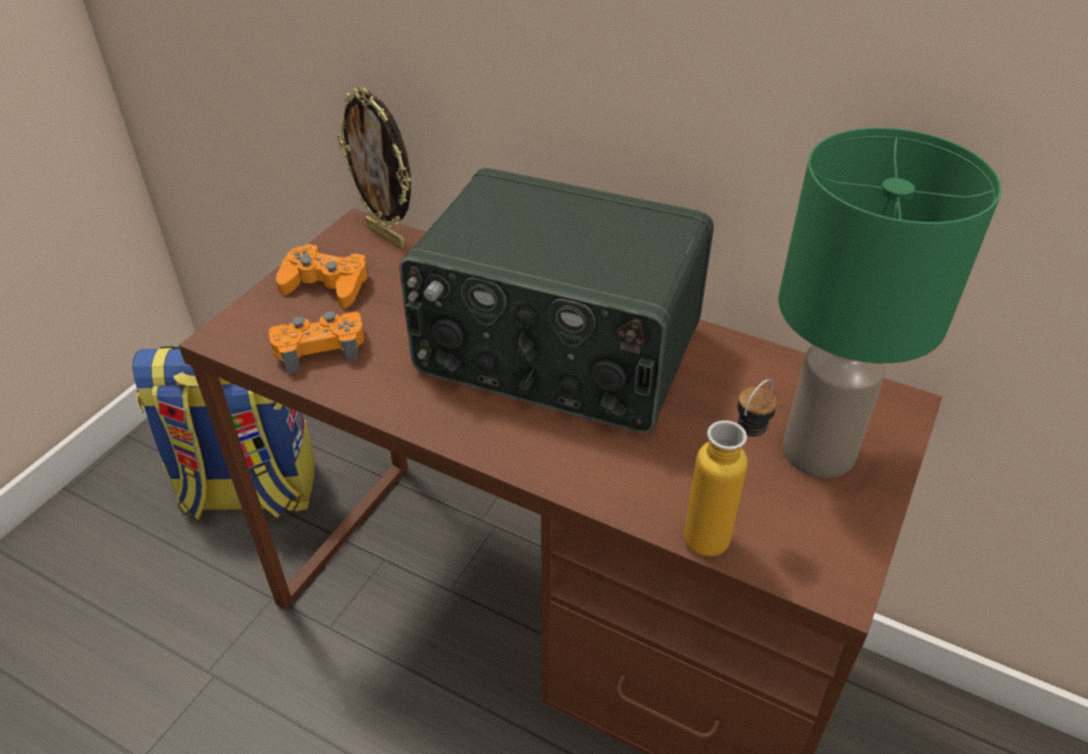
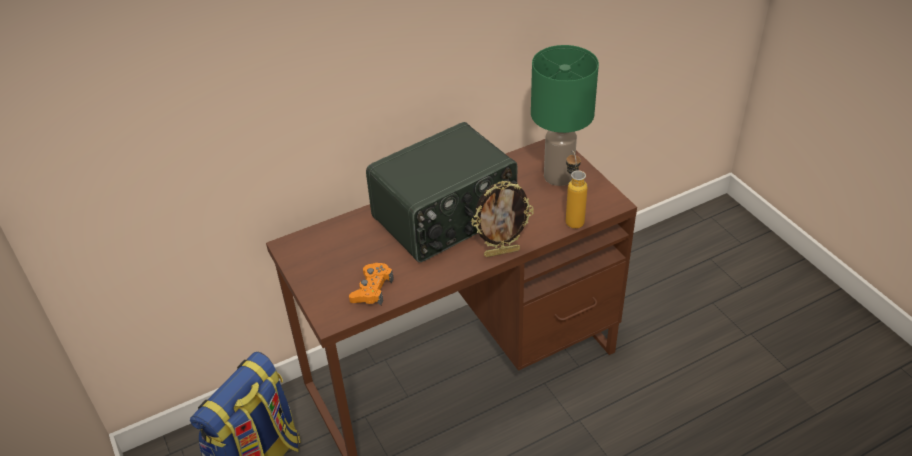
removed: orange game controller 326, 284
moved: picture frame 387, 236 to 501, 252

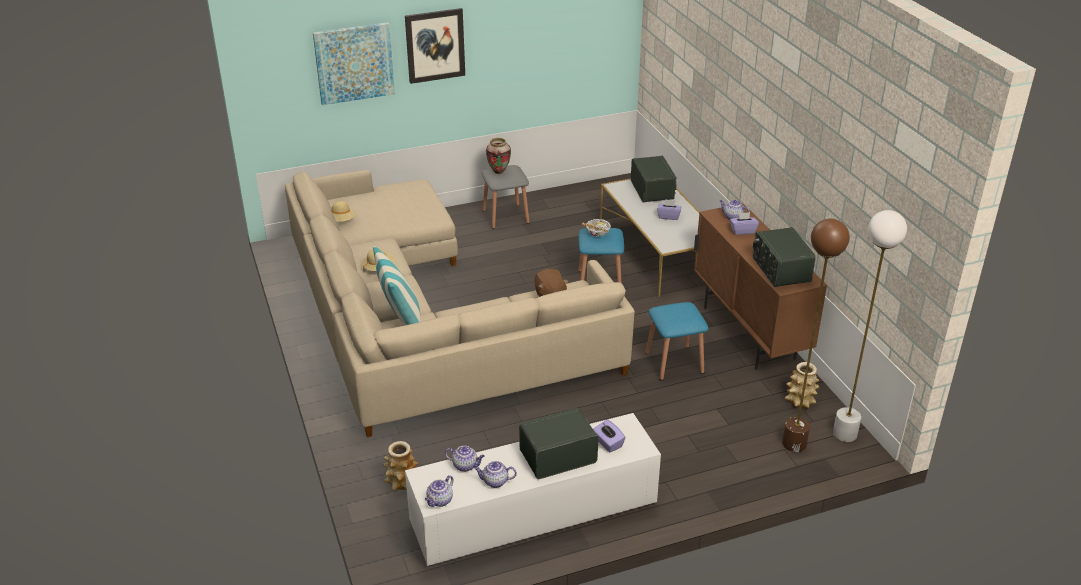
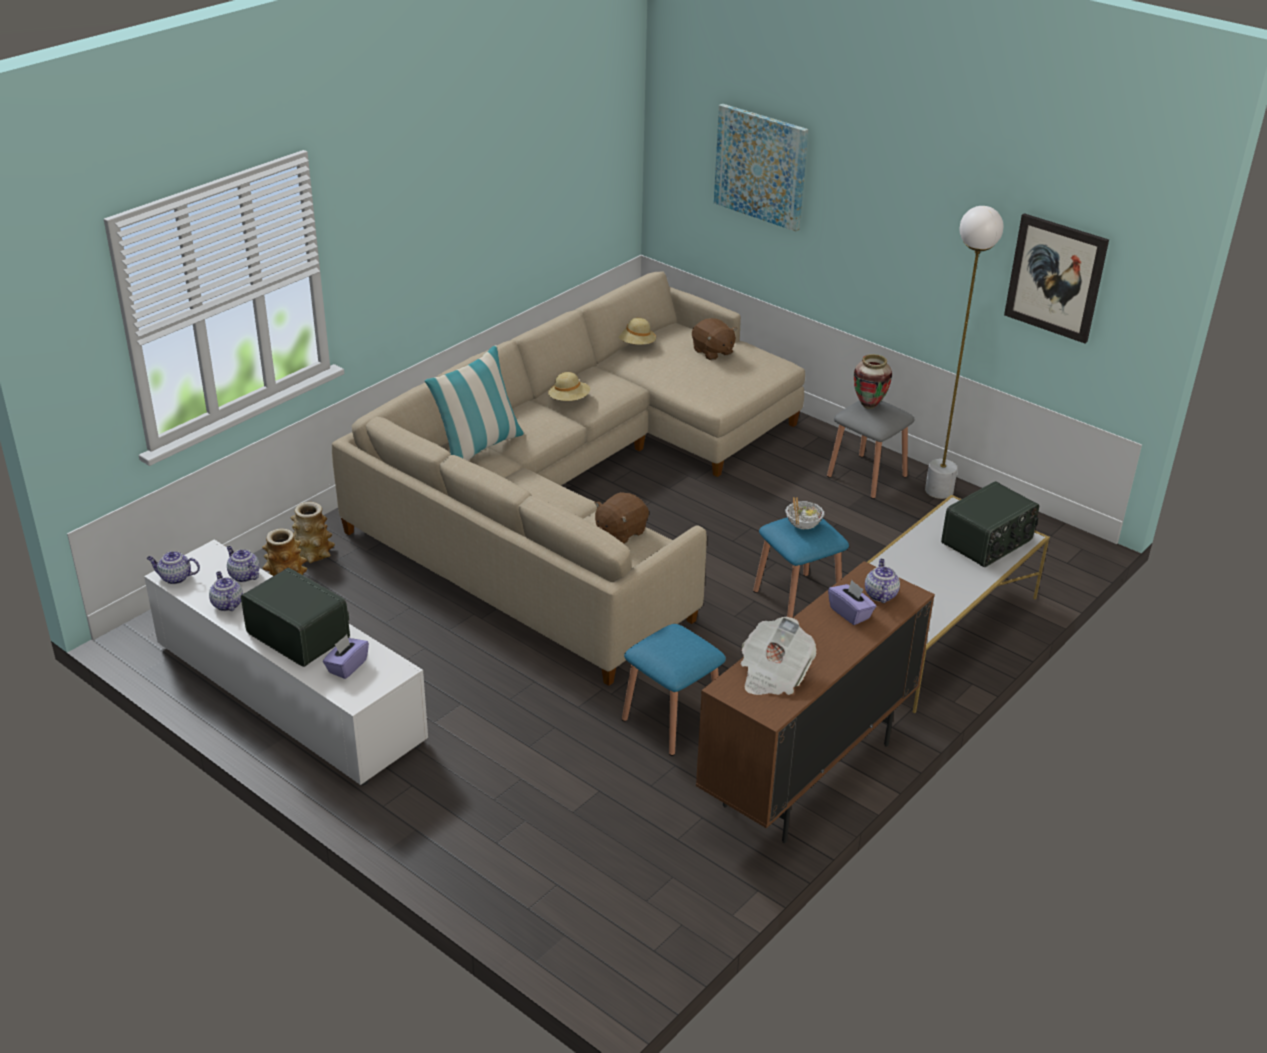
removed: purple tissue box 668, 216; brown floor lamp 794, 443
added: brown plush toy 712, 352
moved: picture 435, 45 to 1056, 277; vase 800, 401 to 312, 554; white floor lamp 845, 434 to 939, 491
replaced: radio 780, 270 to newspaper 773, 674
turned: teapot 465, 465 = 243, 575 150 degrees clockwise

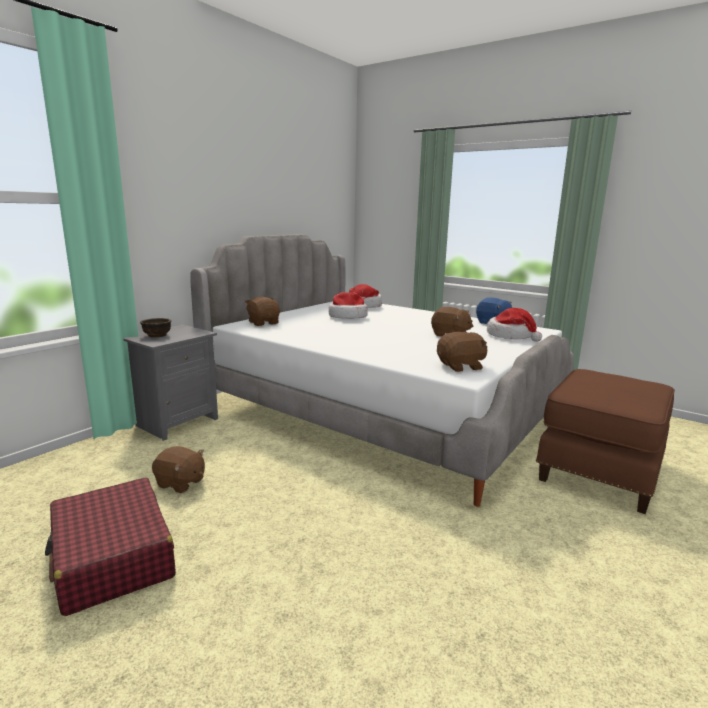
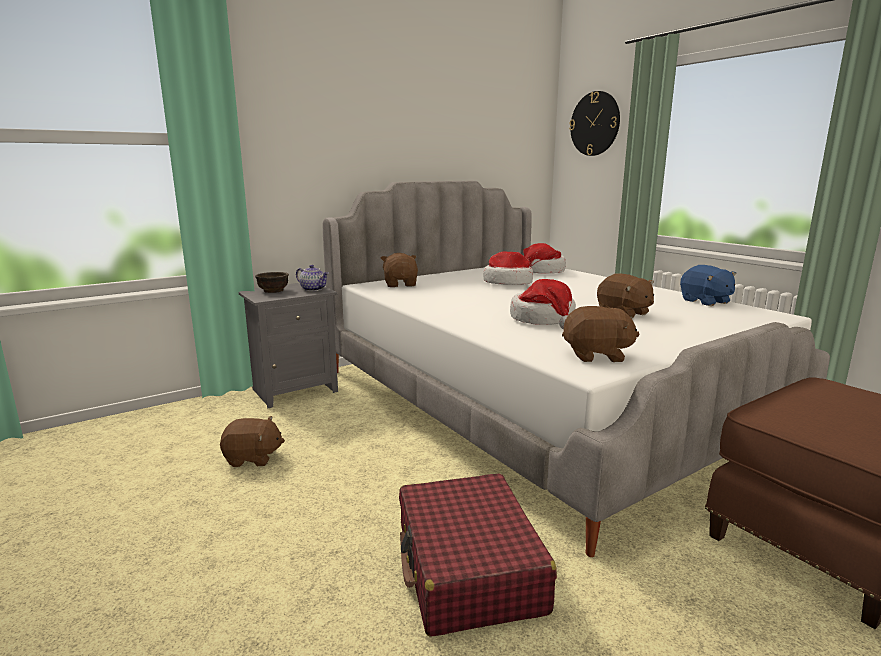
added: teapot 313, 289; wall clock 595, 124
moved: red suitcase 113, 557 to 468, 569; hat 511, 336 to 544, 320
turned: brown plush toy 180, 483 = 253, 458 45 degrees counterclockwise

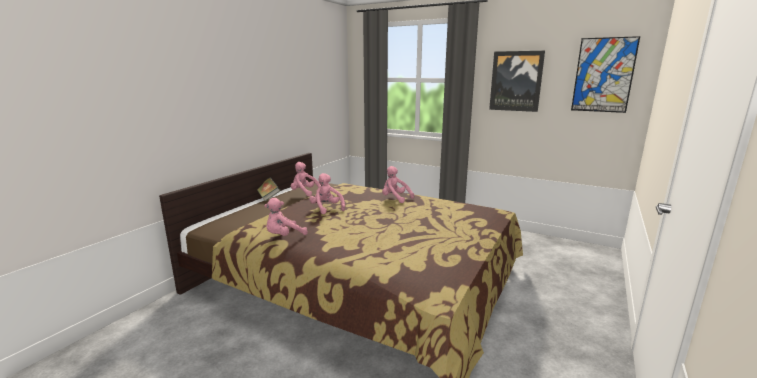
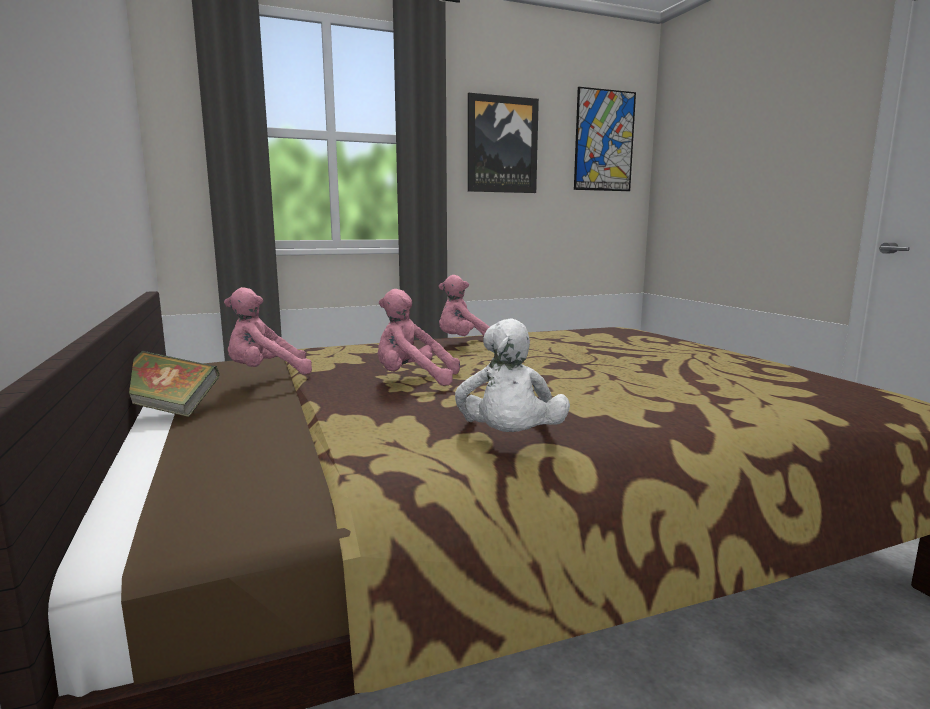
recoloured: pink plush toy 284, 236 to white plush toy 509, 439

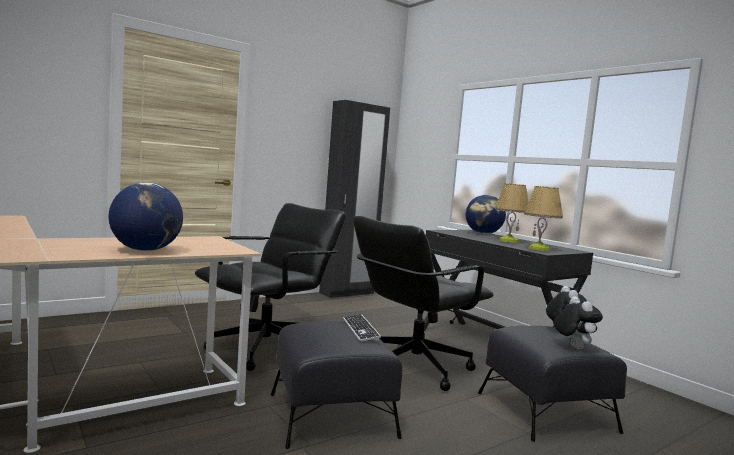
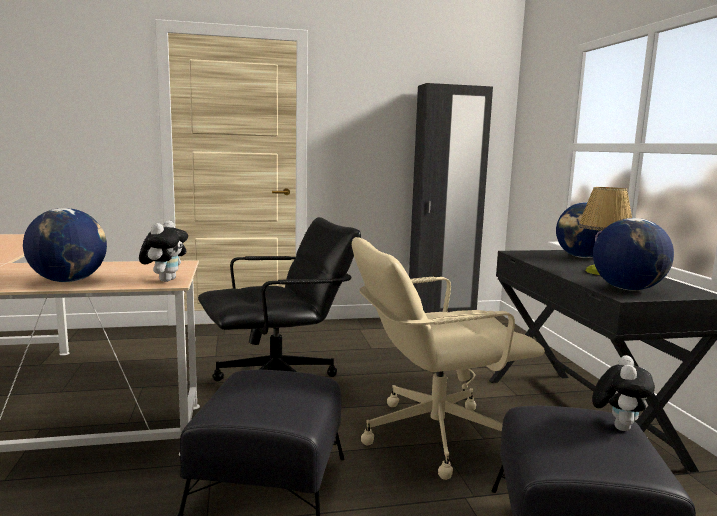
removed: keyboard 360, 329
moved: plush toy 573, 347 to 165, 280
replaced: table lamp 539, 249 to globe 627, 289
recoloured: black office chair 413, 367 to beige office chair 433, 435

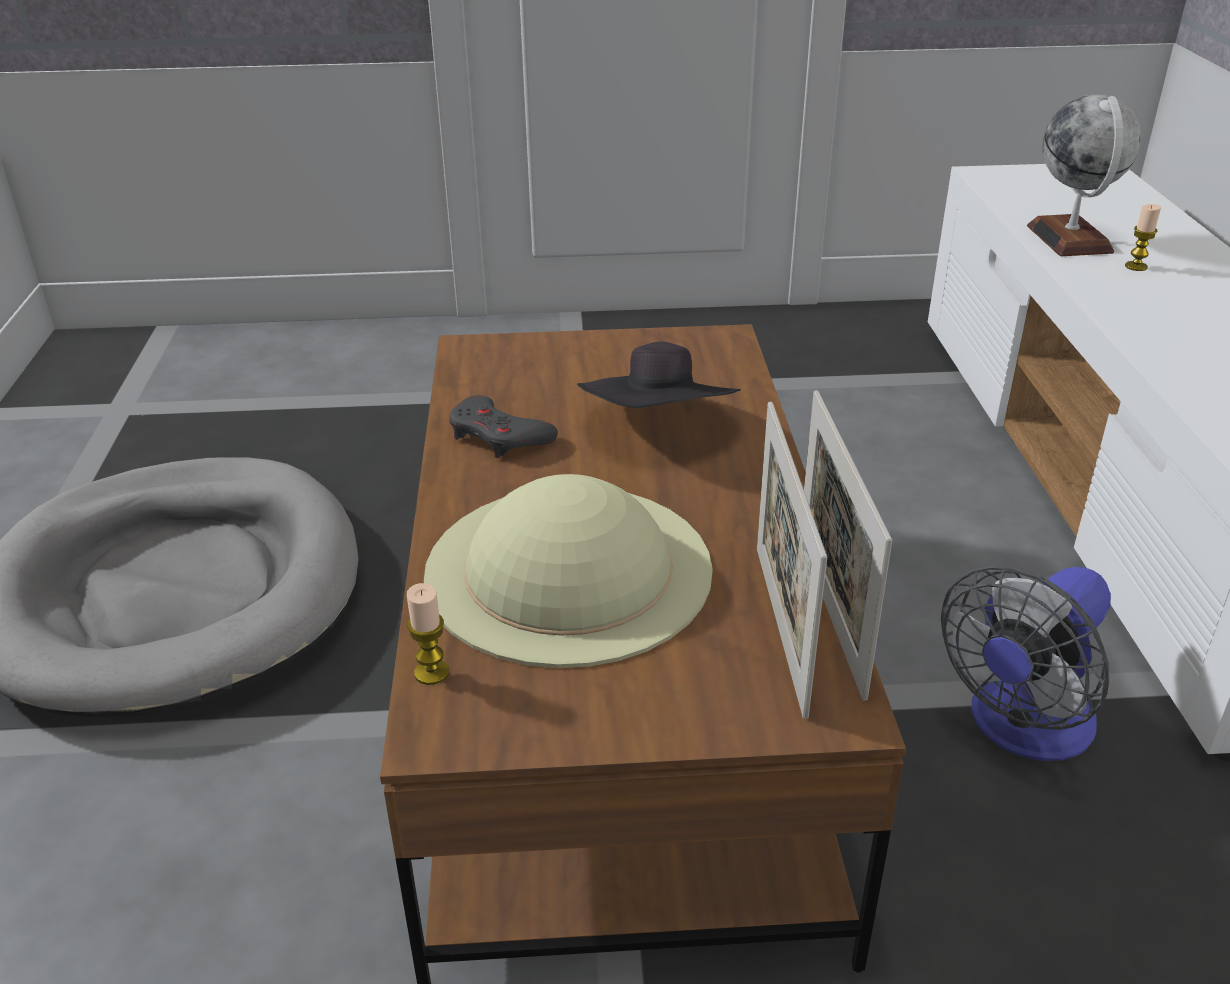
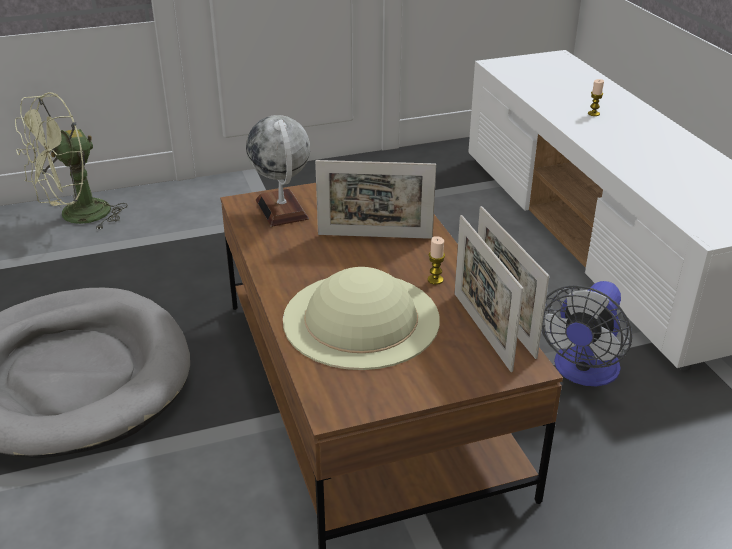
removed: grey game controller 499, 436
added: green fan 76, 217
moved: candle 431, 673 to 435, 280; globe 1069, 239 to 282, 209
replaced: black hat 659, 428 to picture frame 375, 236

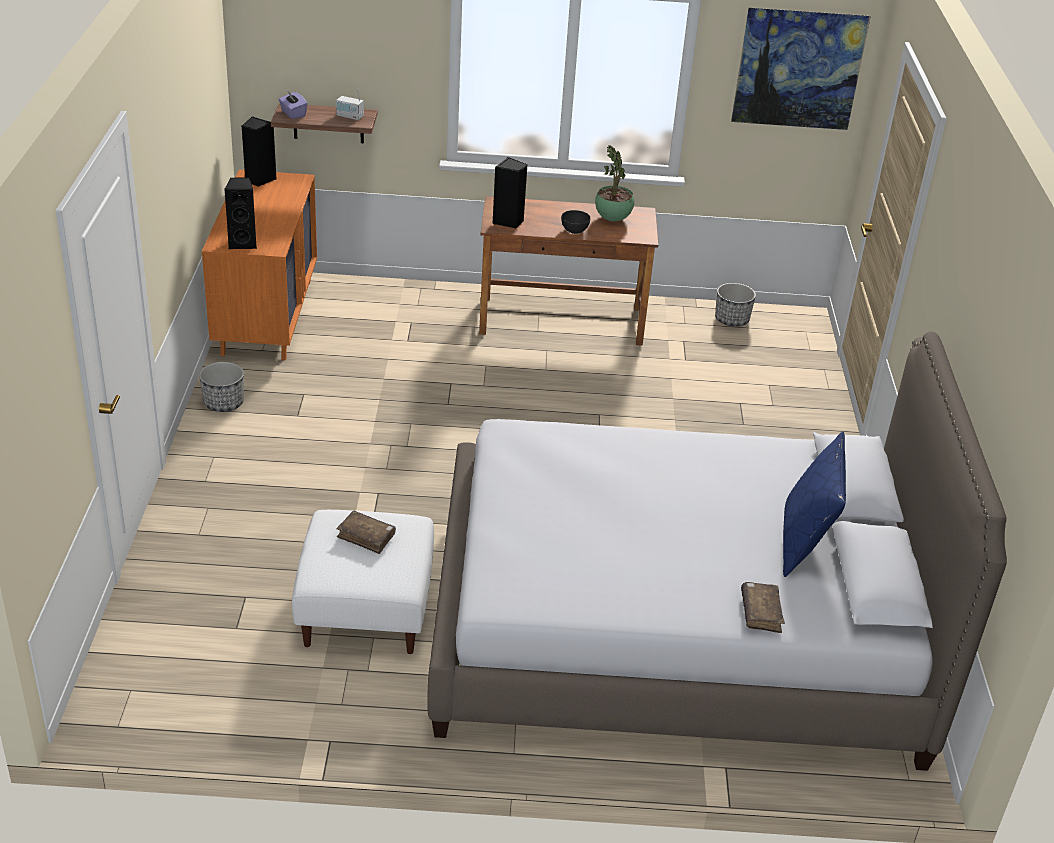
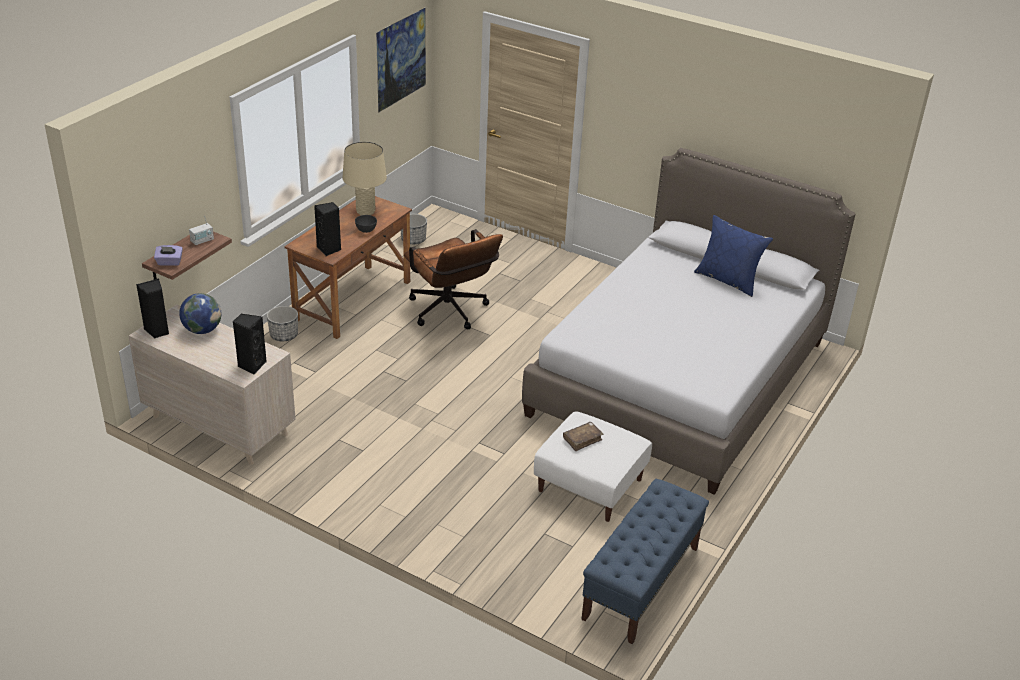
removed: brown book 760, 613
added: globe 202, 330; brown office chair 451, 313; blue bench 641, 583
moved: planter 223, 403 to 283, 335
replaced: potted plant 613, 219 to beige table lamp 365, 212
recoloured: orange dresser 267, 316 to beige dresser 219, 425

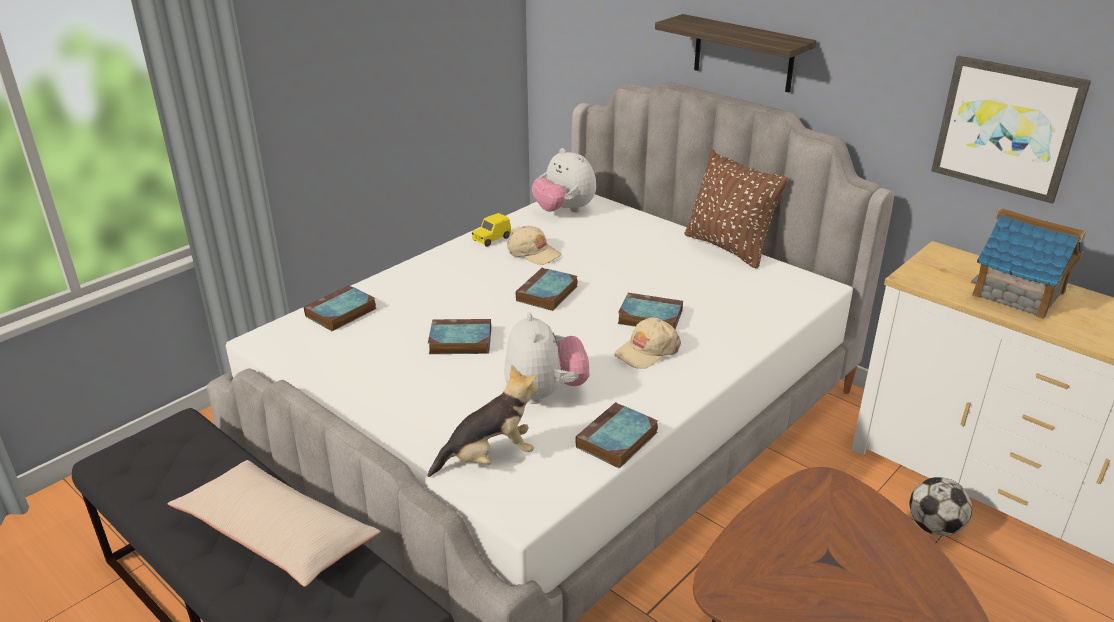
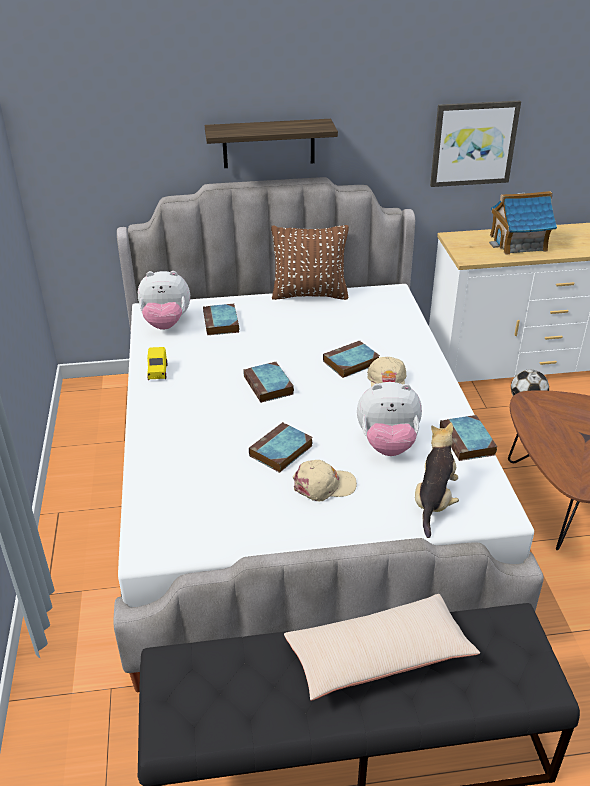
moved: book 340, 313 to 221, 323; beige cap 533, 252 to 324, 485
turned: plush toy 545, 393 = 387, 444 150 degrees clockwise

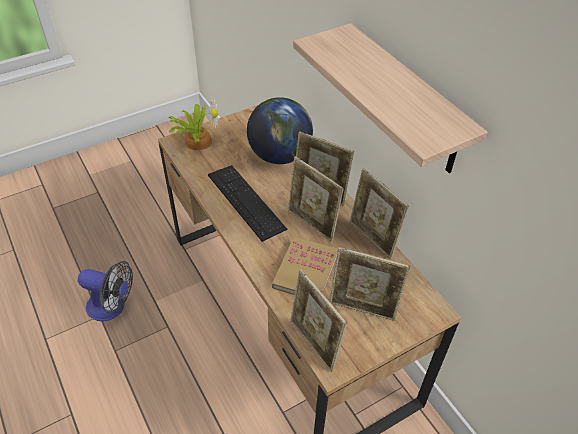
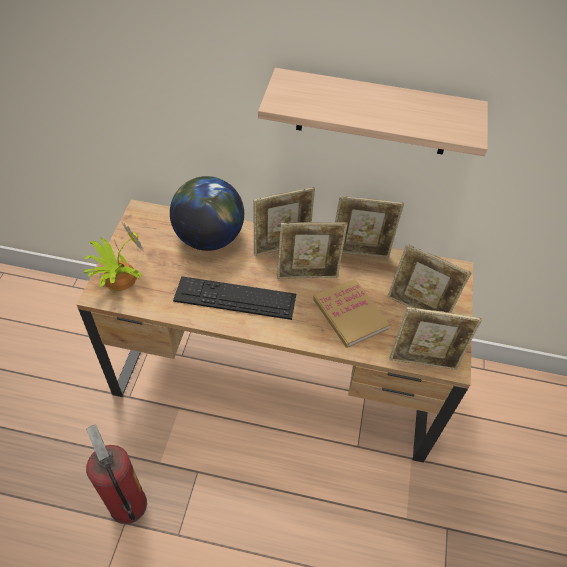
replaced: fan 112, 307 to fire extinguisher 127, 504
turned: picture frame 363, 308 = 418, 308 60 degrees clockwise

